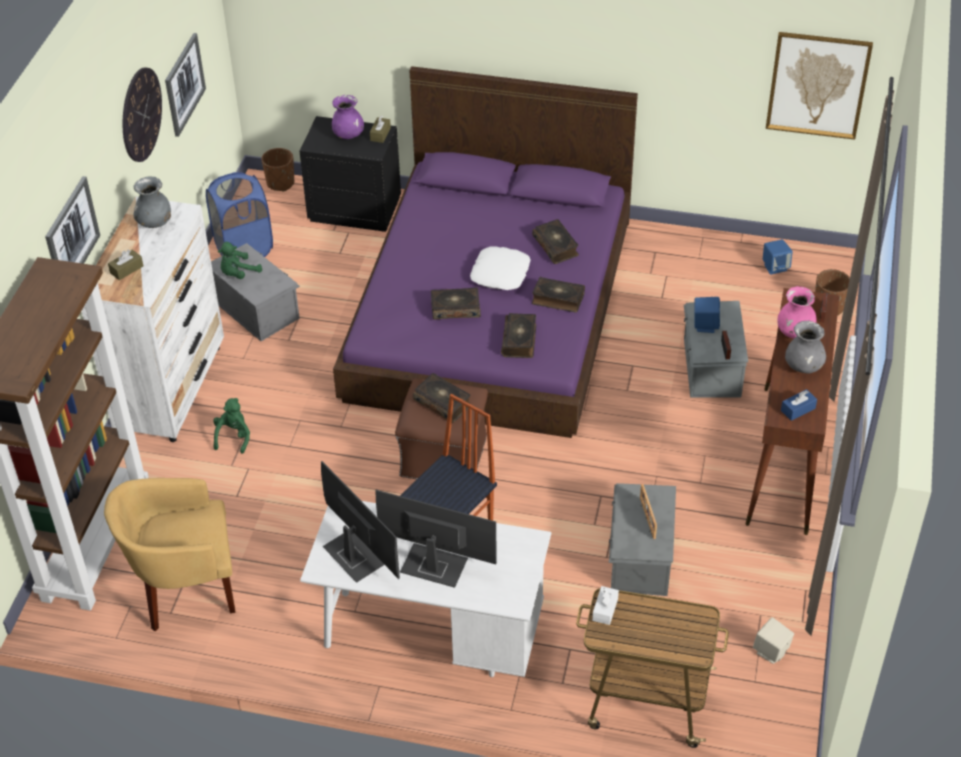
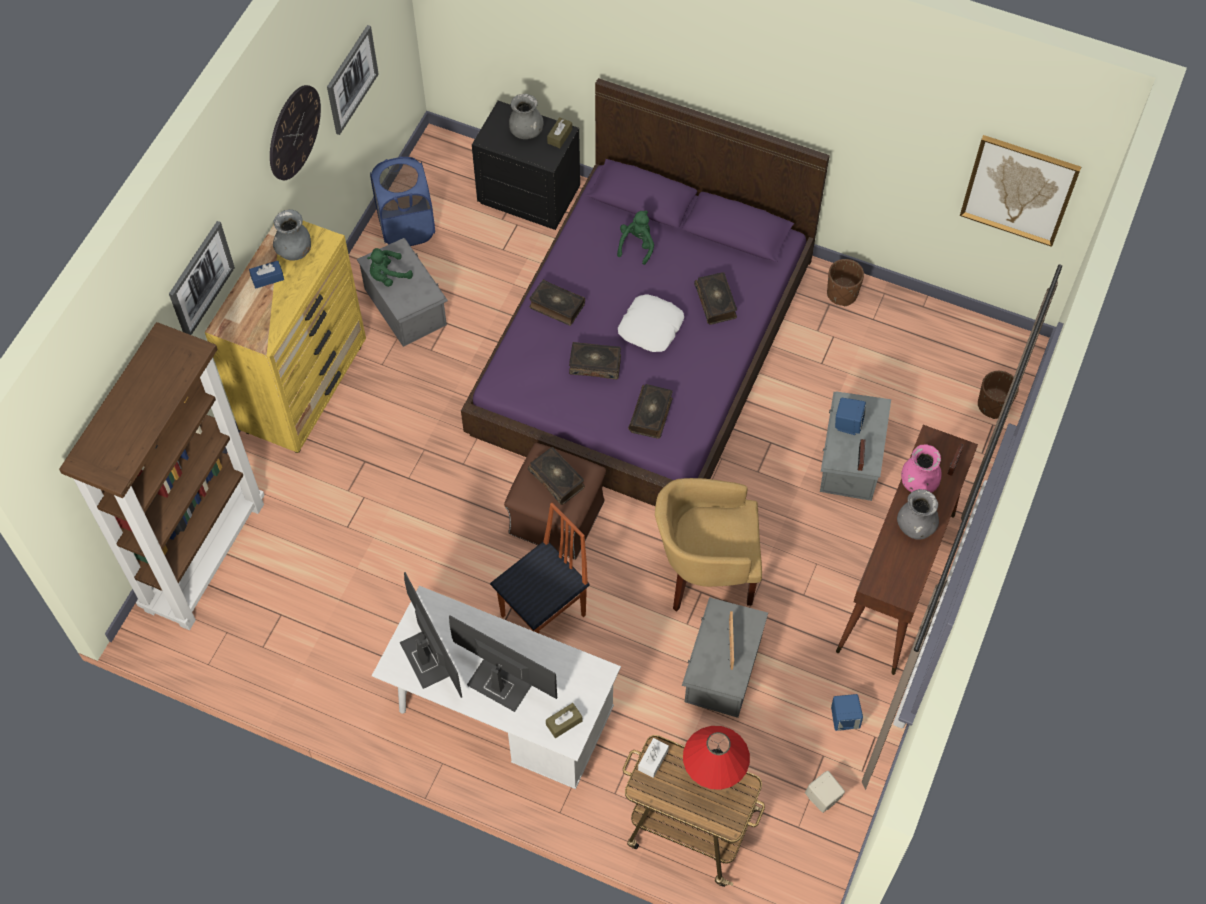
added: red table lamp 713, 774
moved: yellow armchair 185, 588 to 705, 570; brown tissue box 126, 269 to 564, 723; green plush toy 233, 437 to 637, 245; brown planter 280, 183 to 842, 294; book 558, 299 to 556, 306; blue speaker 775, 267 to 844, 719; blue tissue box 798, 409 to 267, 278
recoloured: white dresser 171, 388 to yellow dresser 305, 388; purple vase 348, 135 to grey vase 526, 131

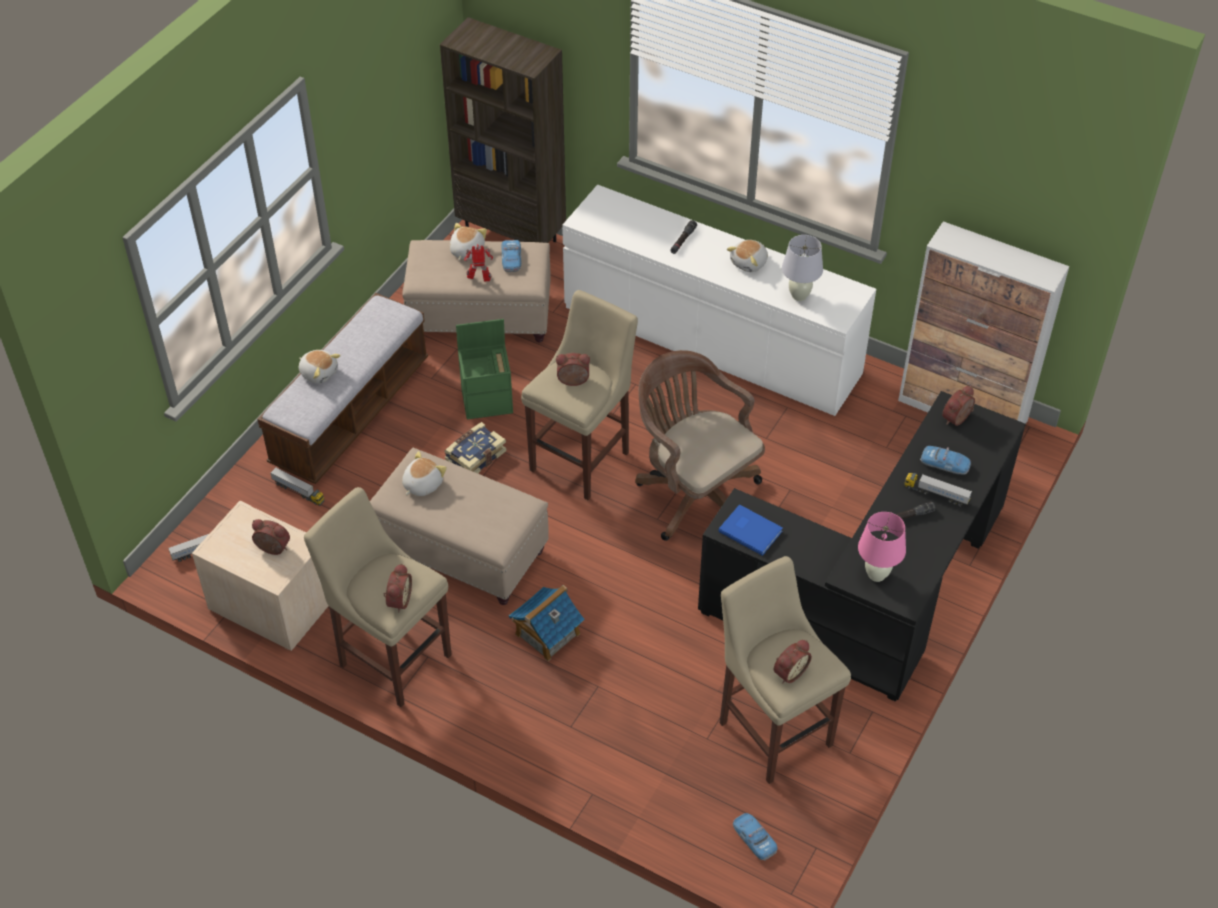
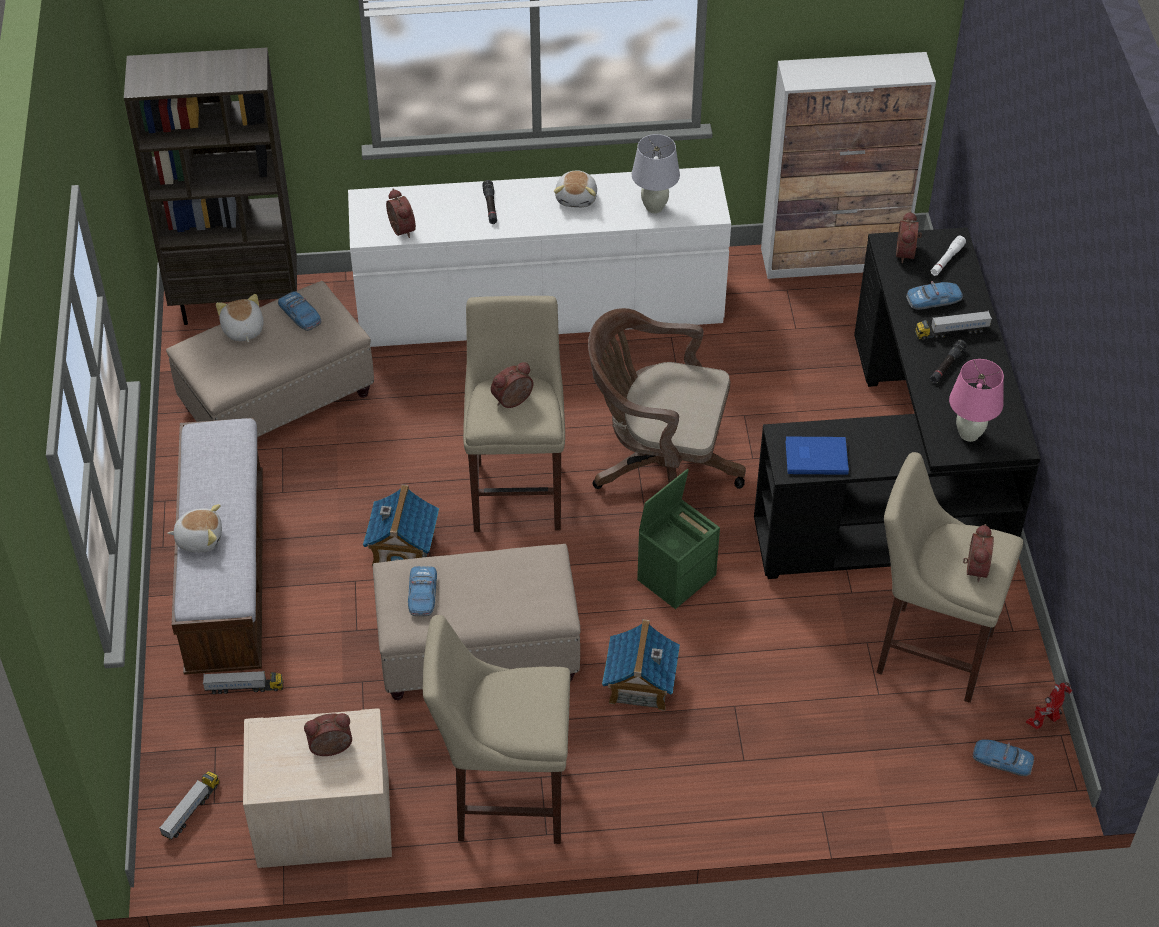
added: white flashlight 947, 260
moved: alarm clock 398, 600 to 399, 230; green storage box 488, 400 to 676, 576; toy robot 480, 280 to 1044, 722
replaced: plush toy 422, 484 to toy car 422, 595; book 475, 456 to toy house 403, 547

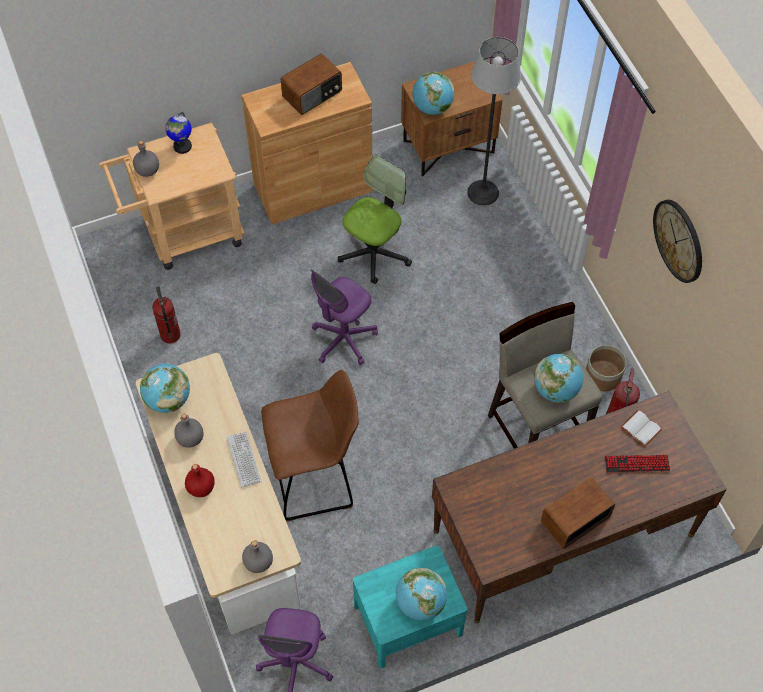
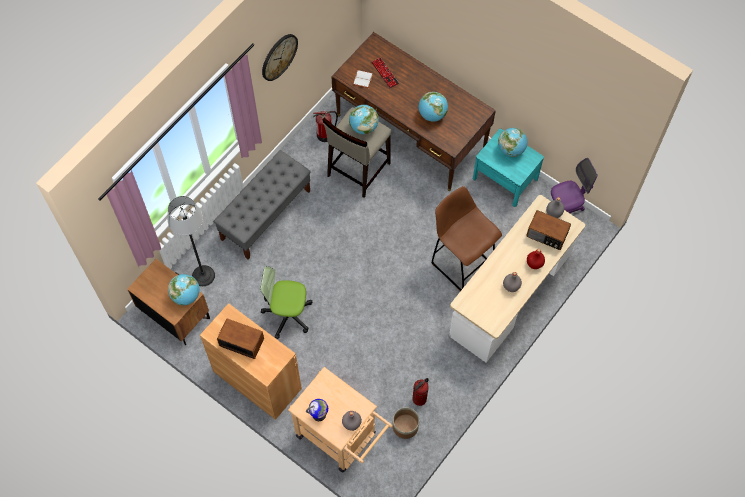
removed: keyboard 244, 460; purple office chair 344, 340
added: grey bench 266, 214
moved: globe 168, 399 to 432, 114; radio 574, 518 to 547, 235; planter 603, 376 to 405, 426

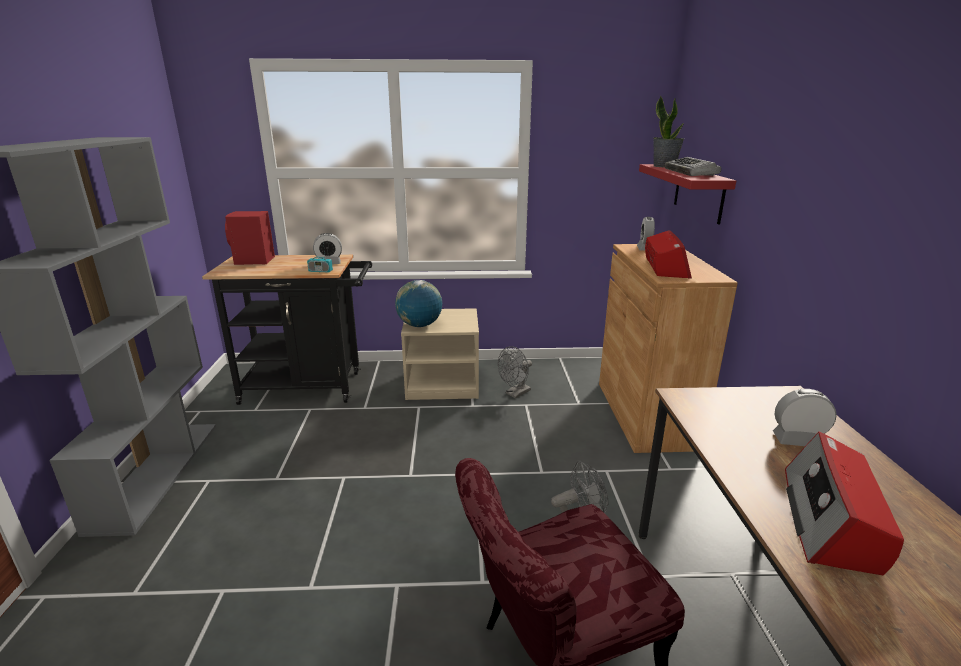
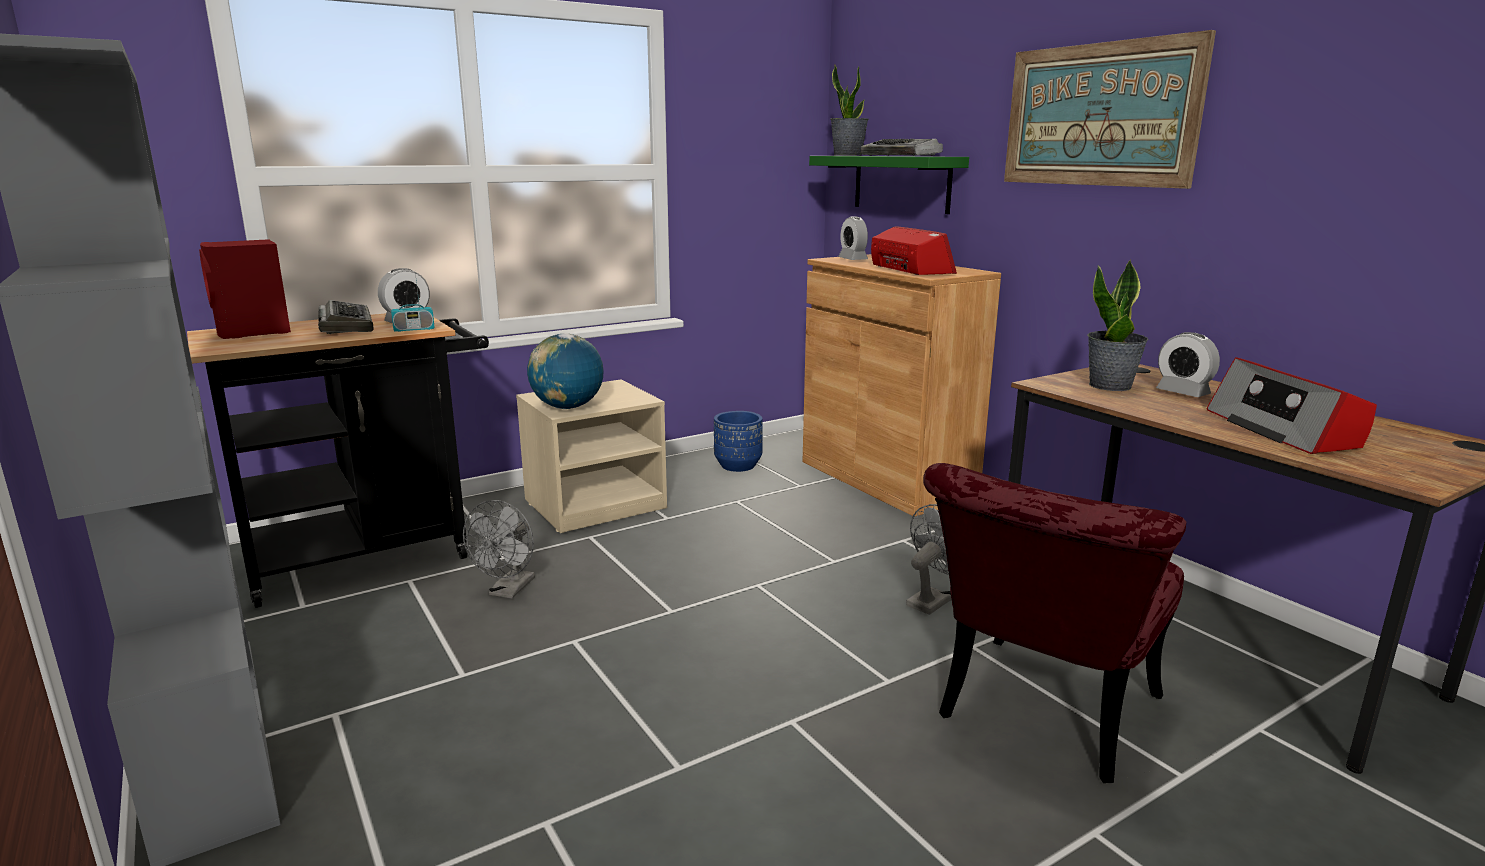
added: keyboard 345, 325; blue planter 738, 465; picture 1098, 115; potted plant 1111, 386
moved: grey fan 515, 393 to 509, 591
recoloured: red shelf 698, 192 to green shelf 901, 183
turned: alarm clock 797, 440 = 1182, 392 105 degrees counterclockwise

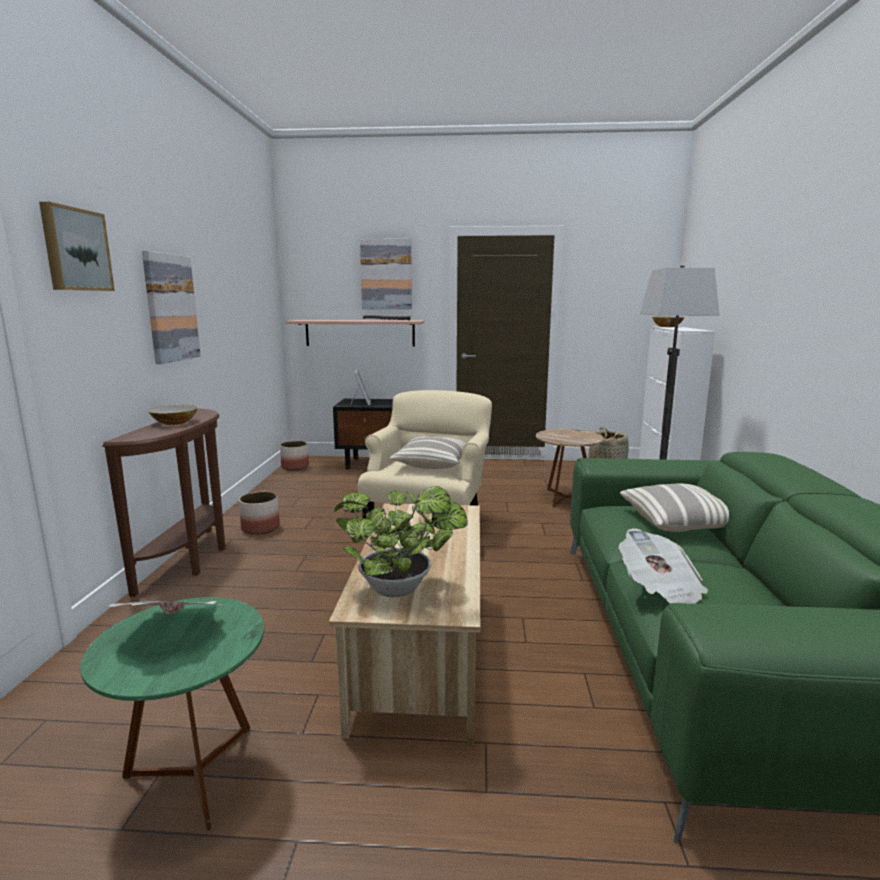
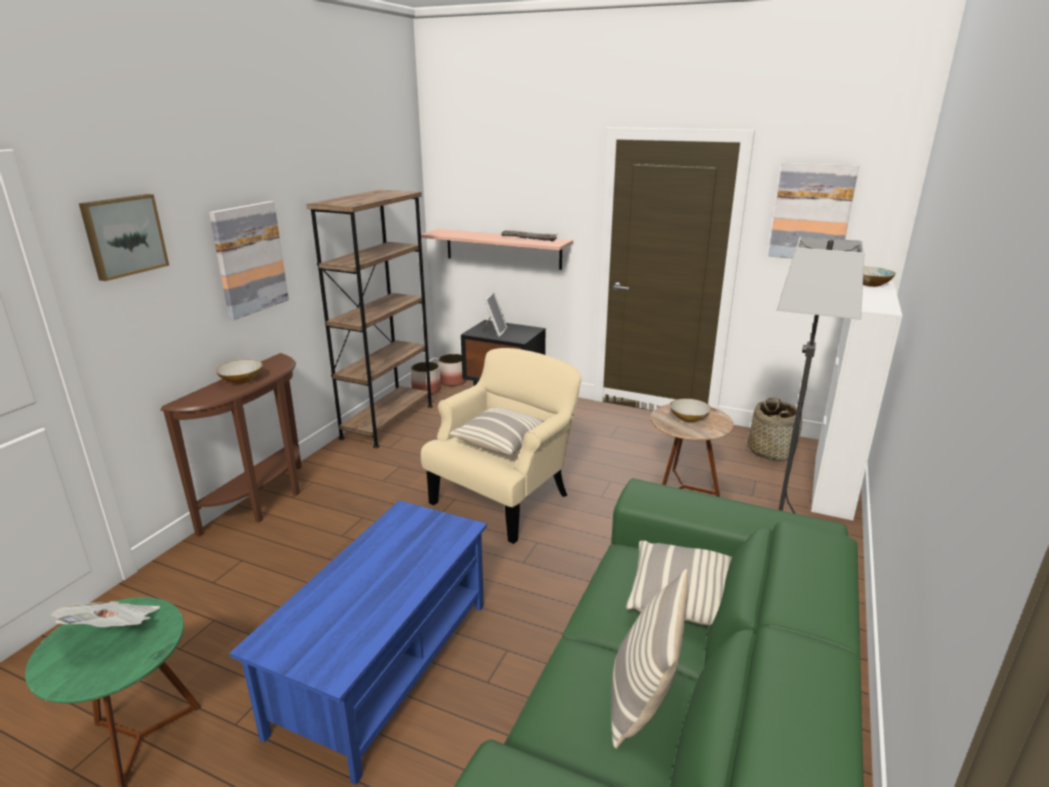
removed: potted plant 401, 590; newspaper 660, 590
added: brown bookcase 388, 421; pillow 642, 700; bowl 688, 418
moved: planter 261, 528 to 453, 381; picture 386, 274 to 811, 212
recoloured: beige coffee table 422, 652 to blue coffee table 385, 666

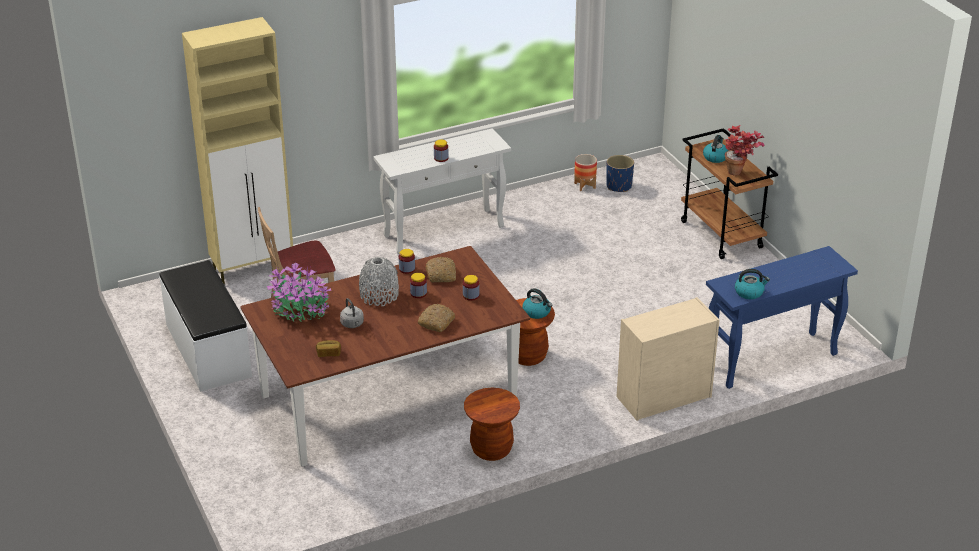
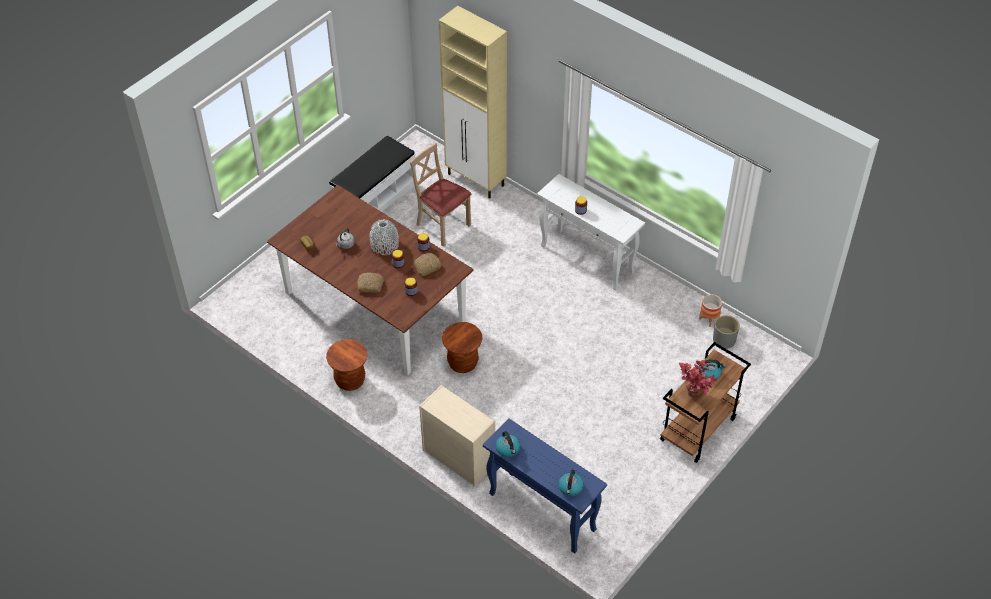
removed: potted plant 300, 310
moved: kettle 537, 312 to 570, 488
recoloured: blue planter 619, 186 to grey planter 724, 340

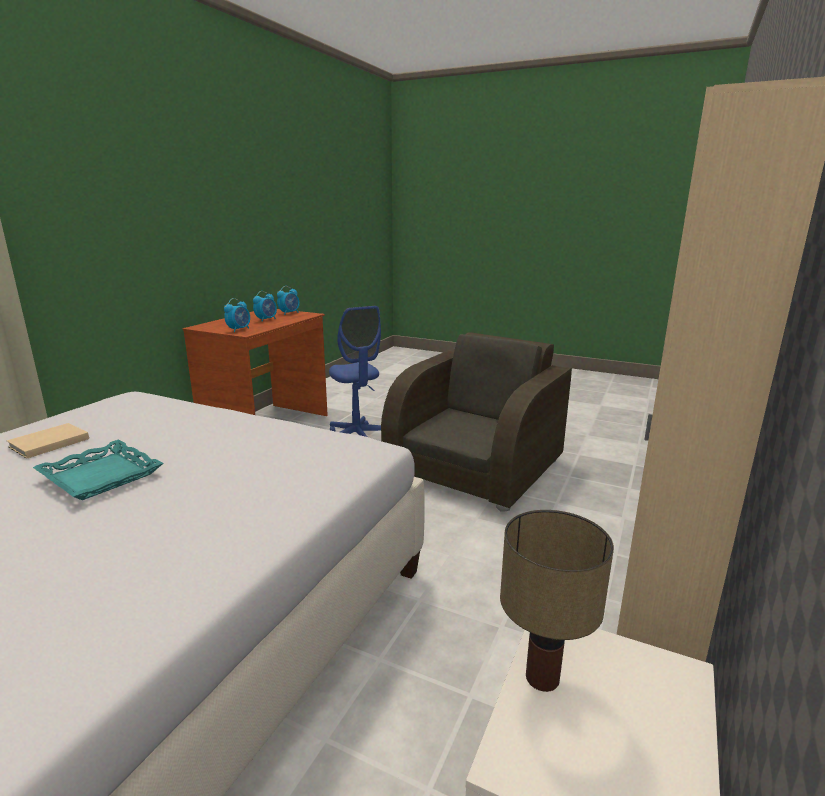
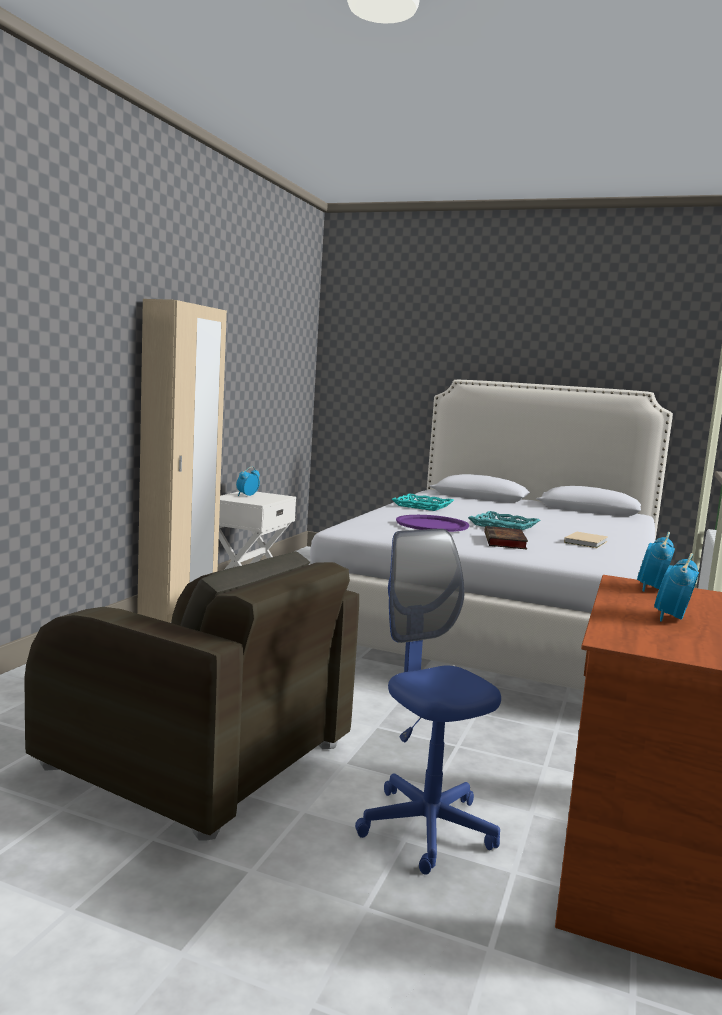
removed: table lamp 540, 677
added: turquoise tray 422, 506; purple tray 432, 525; book 505, 542
moved: alarm clock 289, 313 to 247, 495
turned: brown armchair 476, 467 = 198, 757 90 degrees counterclockwise

